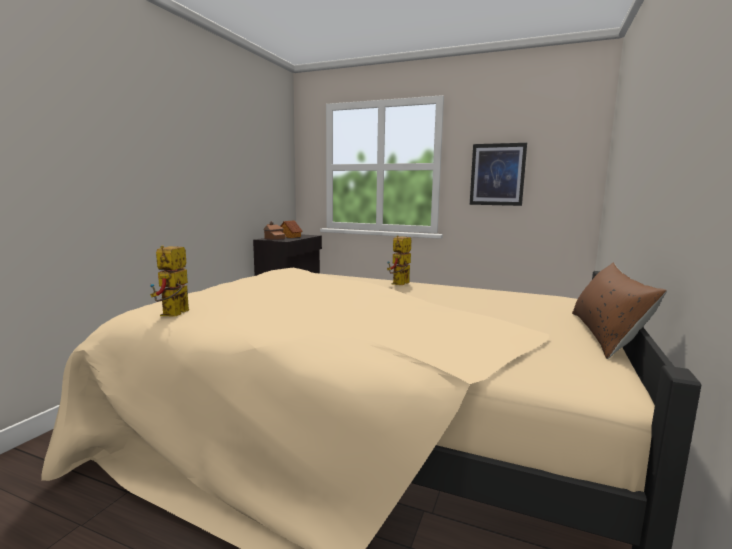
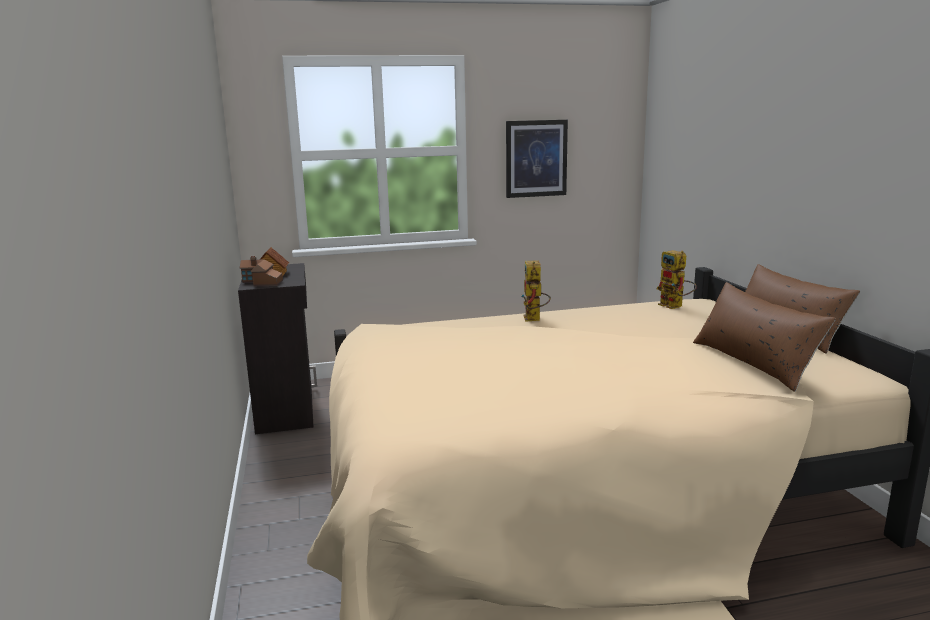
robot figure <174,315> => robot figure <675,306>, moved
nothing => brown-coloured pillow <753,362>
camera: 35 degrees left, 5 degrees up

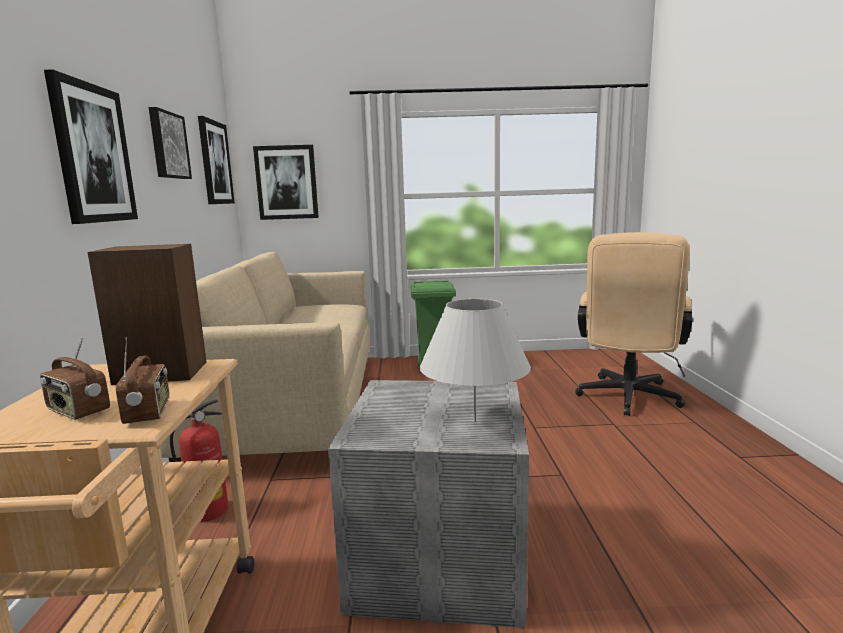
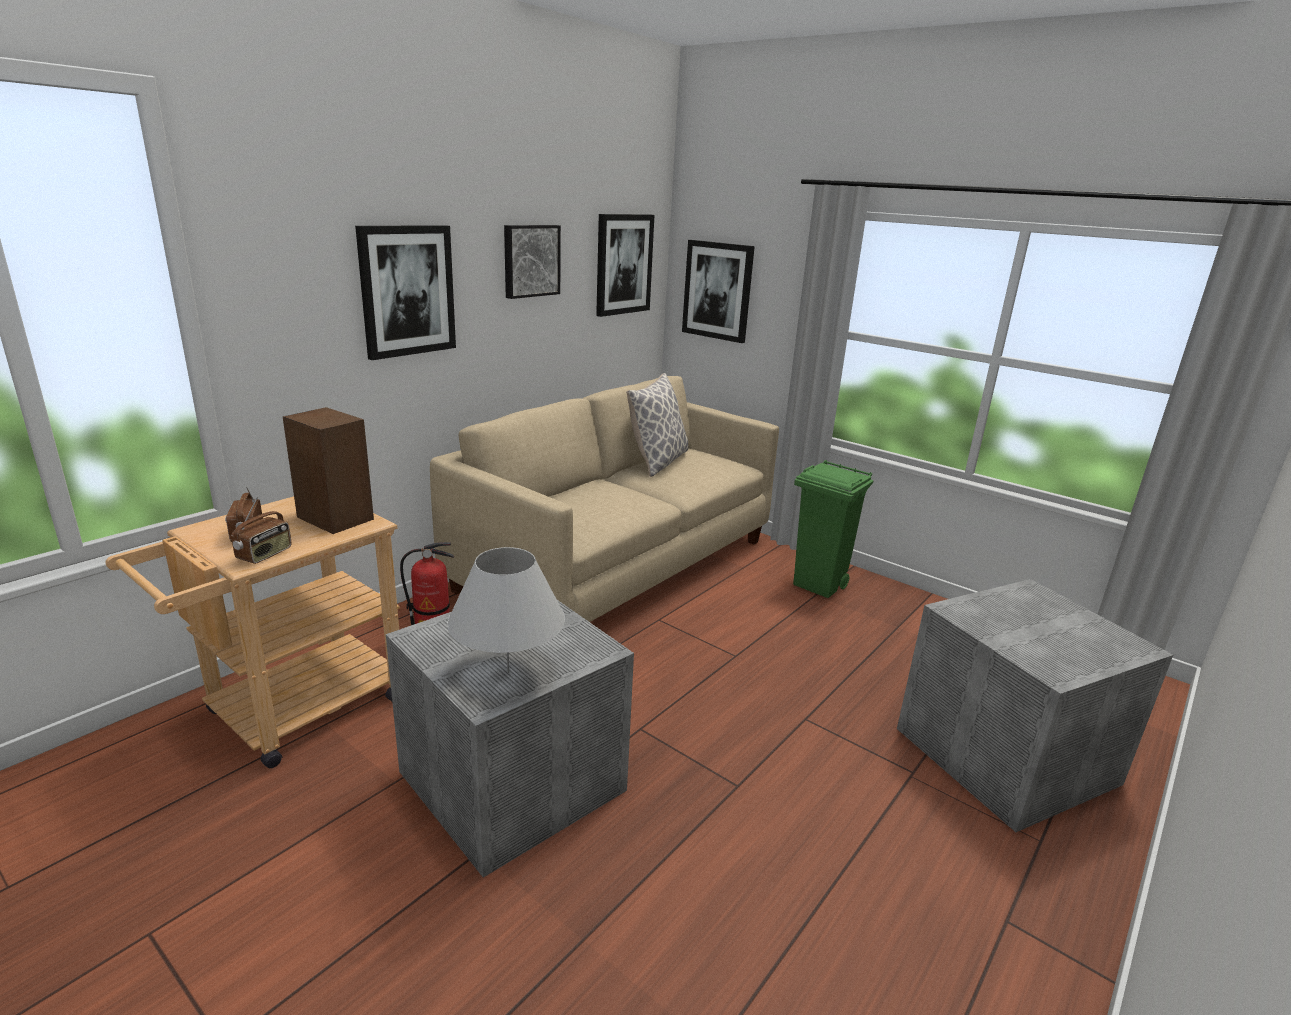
beige-coloured office chair <627,399> => greyish storage bin <1001,754>
nothing => pillow <657,462>
camera: 40 degrees right, 10 degrees up

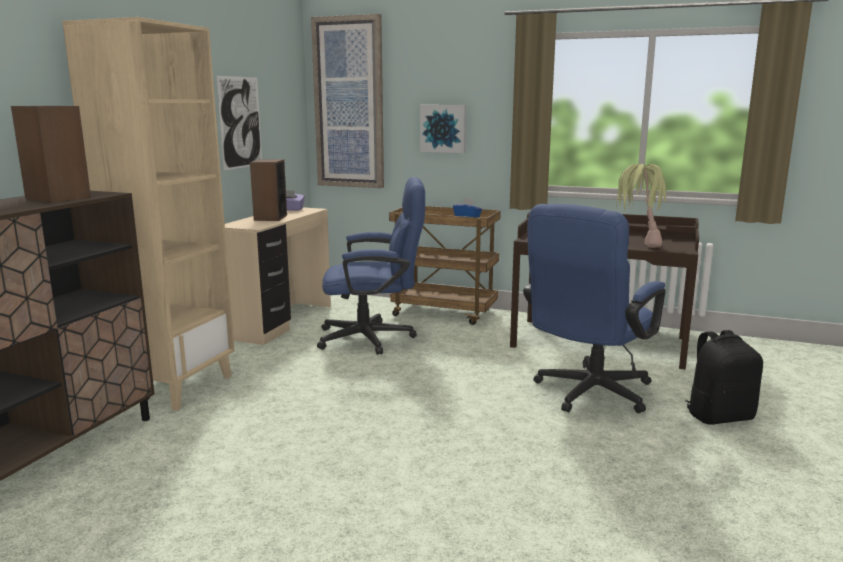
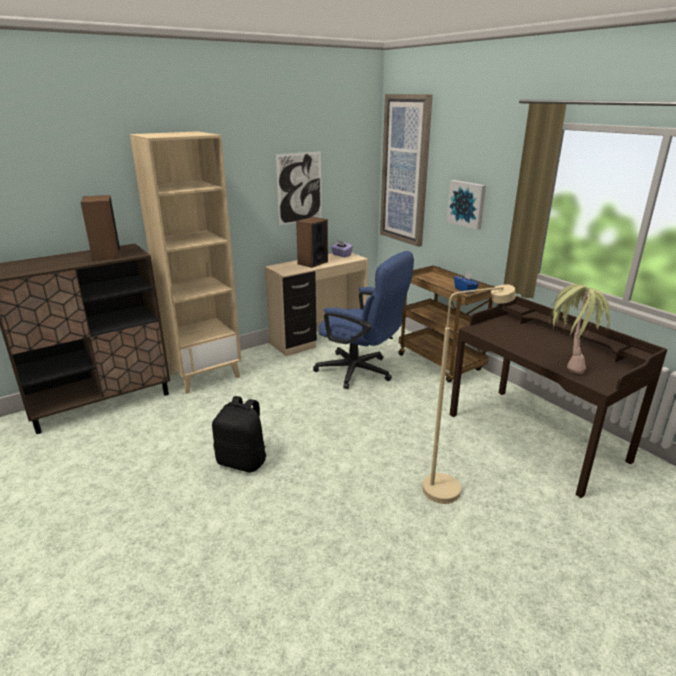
blue office chair <587,394> => beige-coloured floor lamp <450,487>
blackish rucksack <719,416> => blackish rucksack <243,461>, moved
camera: 35 degrees right, 10 degrees up

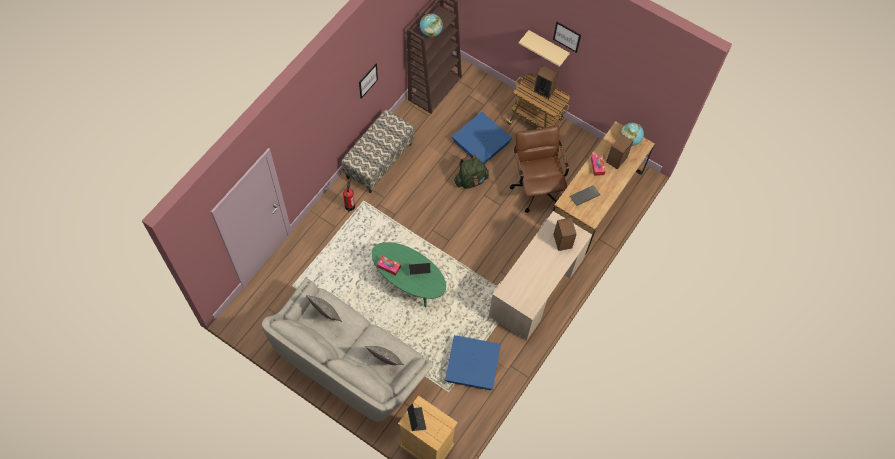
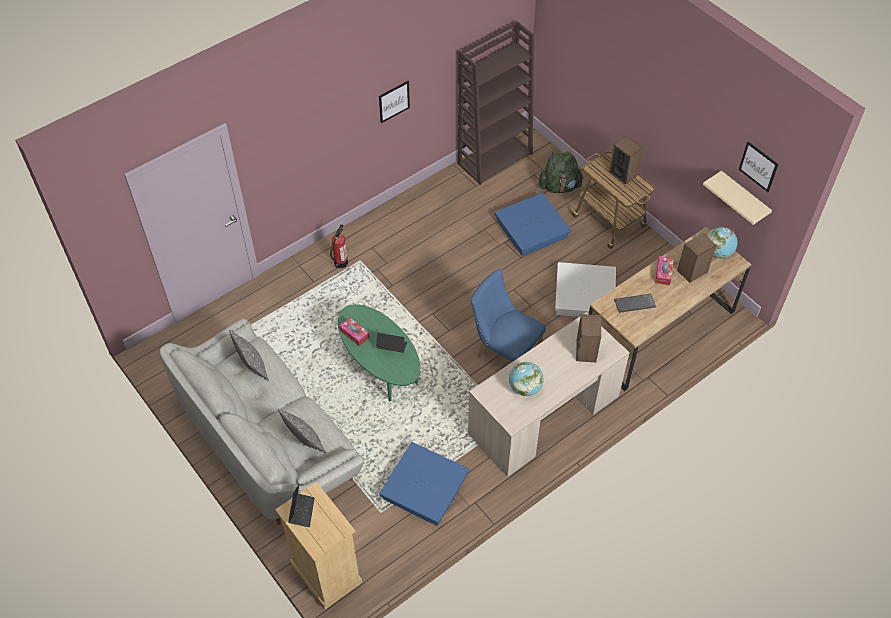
bench <379,160> => nothing
world globe <431,32> => world globe <525,388>, moved
green rucksack <471,180> => green rucksack <559,186>, moved
brown-coloured office chair <536,186> => white-coloured storage bin <585,295>
beige-coloured wall shelf <548,46> => beige-coloured wall shelf <743,198>, moved
picture <567,36> => picture <758,166>, moved
nothing => blue upright chair <504,352>
camera: 20 degrees right, 10 degrees down

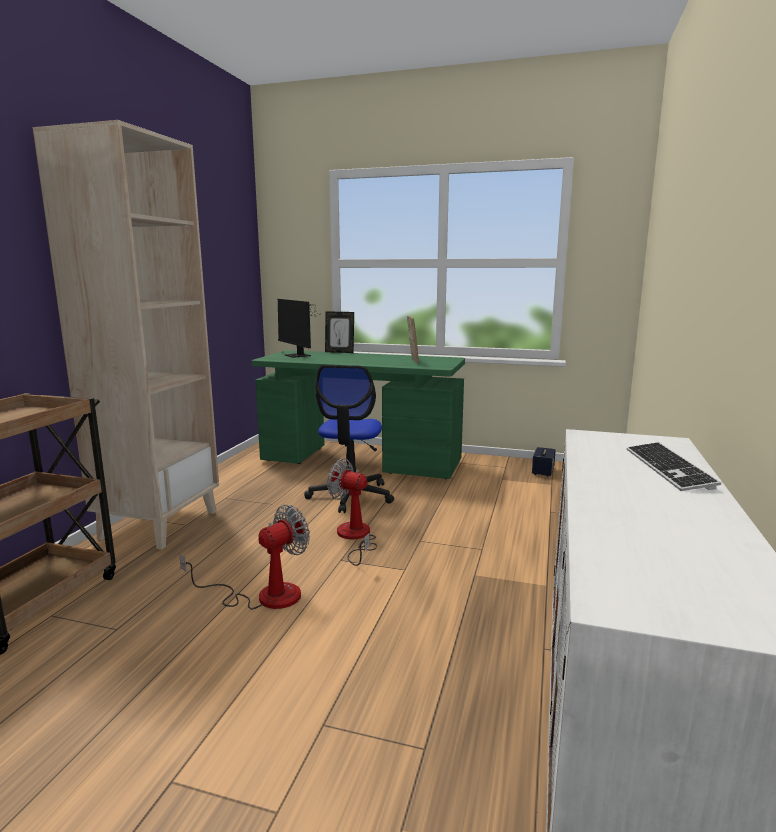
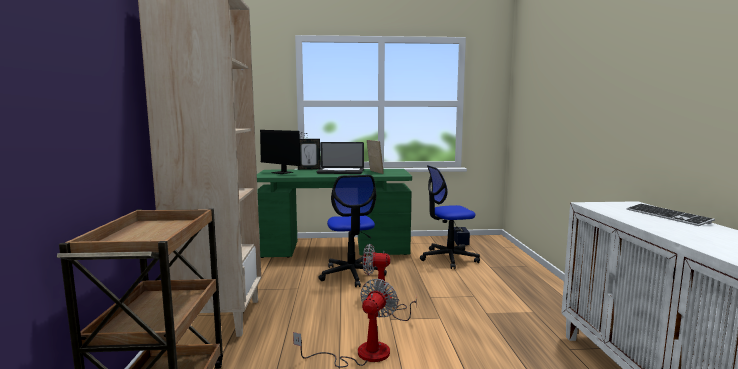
nothing => laptop <340,172>
nothing => office chair <448,258>
camera: 20 degrees left, 5 degrees down

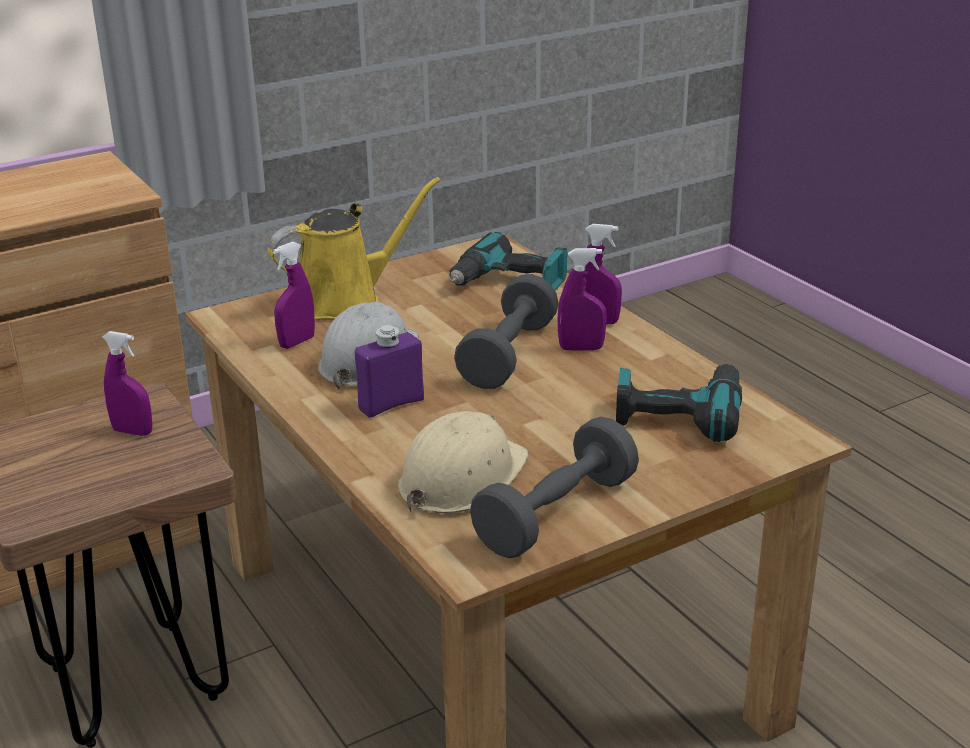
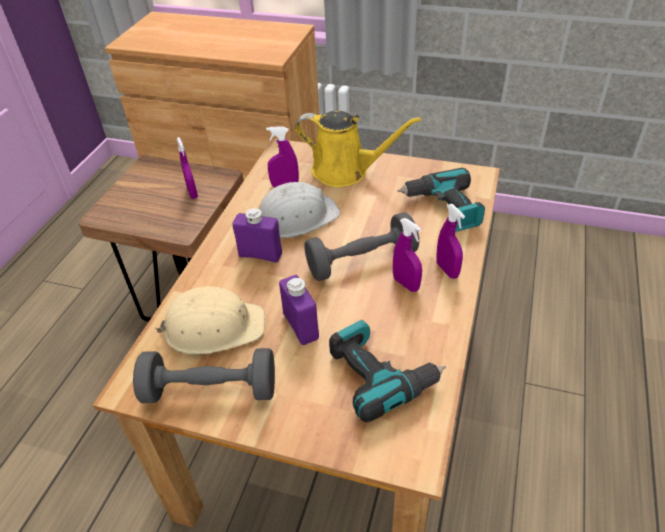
nothing => purple drink bottle <301,326>
camera: 50 degrees right, 15 degrees up

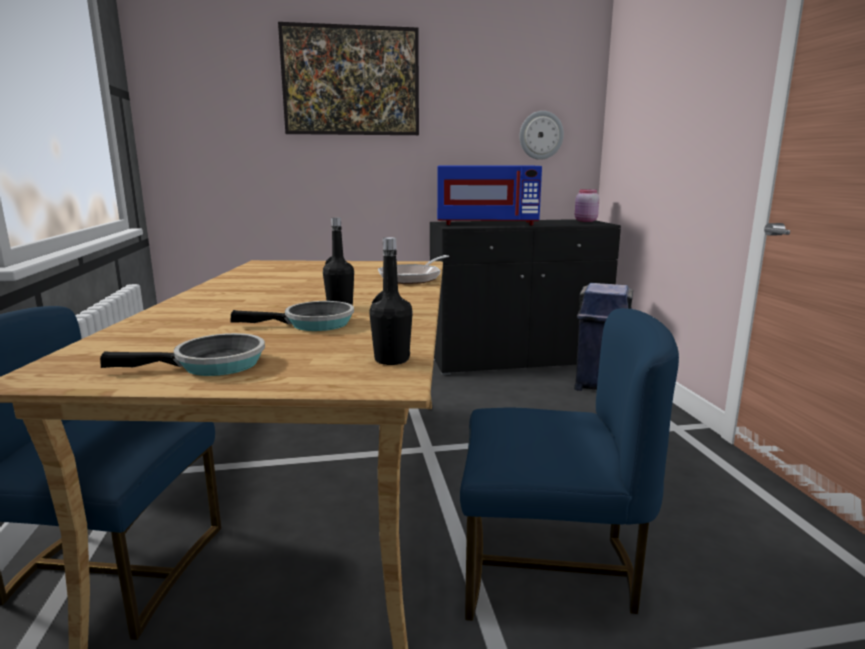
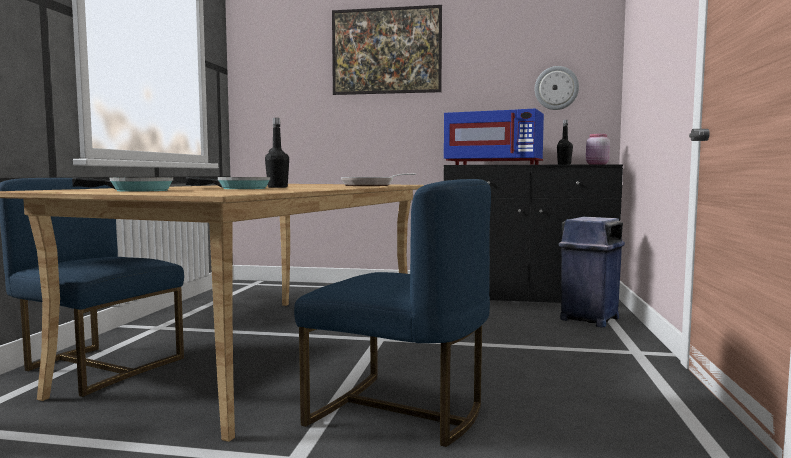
blackish drink bottle <391,360> => blackish drink bottle <564,165>, moved
camera: 20 degrees right, 10 degrees down

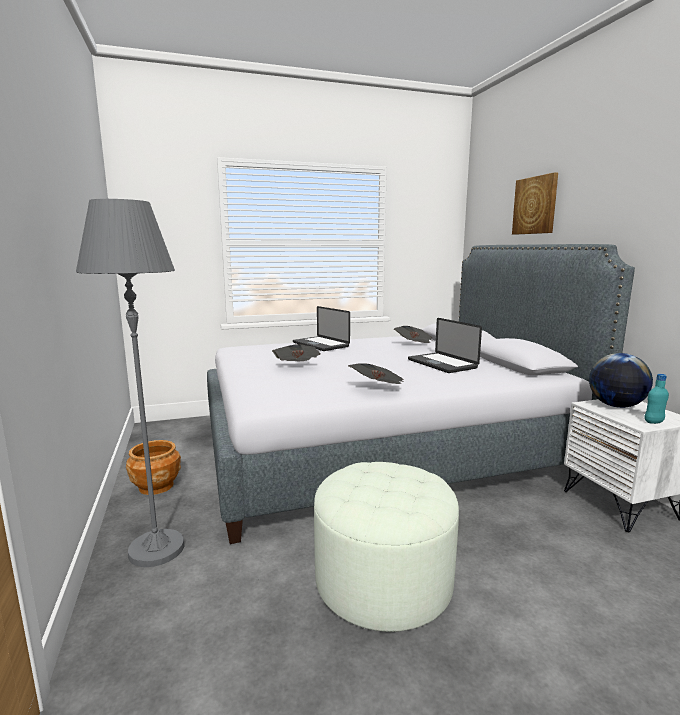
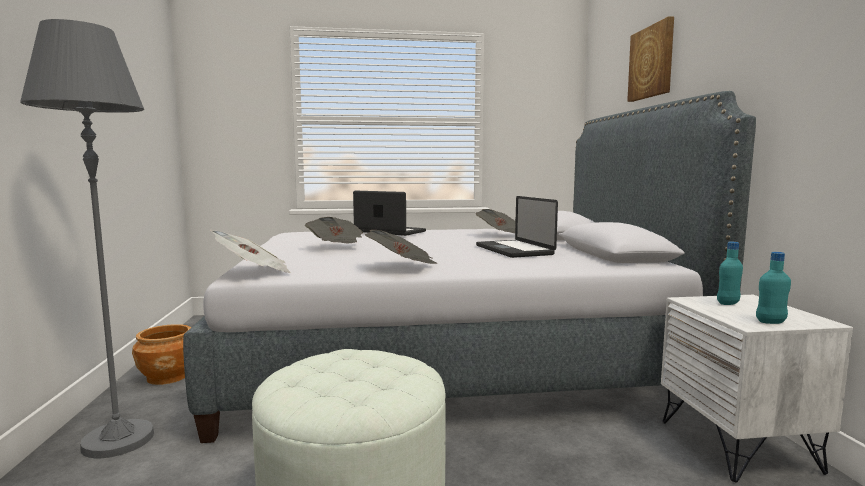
laptop <320,344> => laptop <390,231>, 150 degrees clockwise
world globe <616,406> => blue-green drink bottle <728,303>
nothing => daily paper <254,272>
camera: 10 degrees right, 5 degrees down

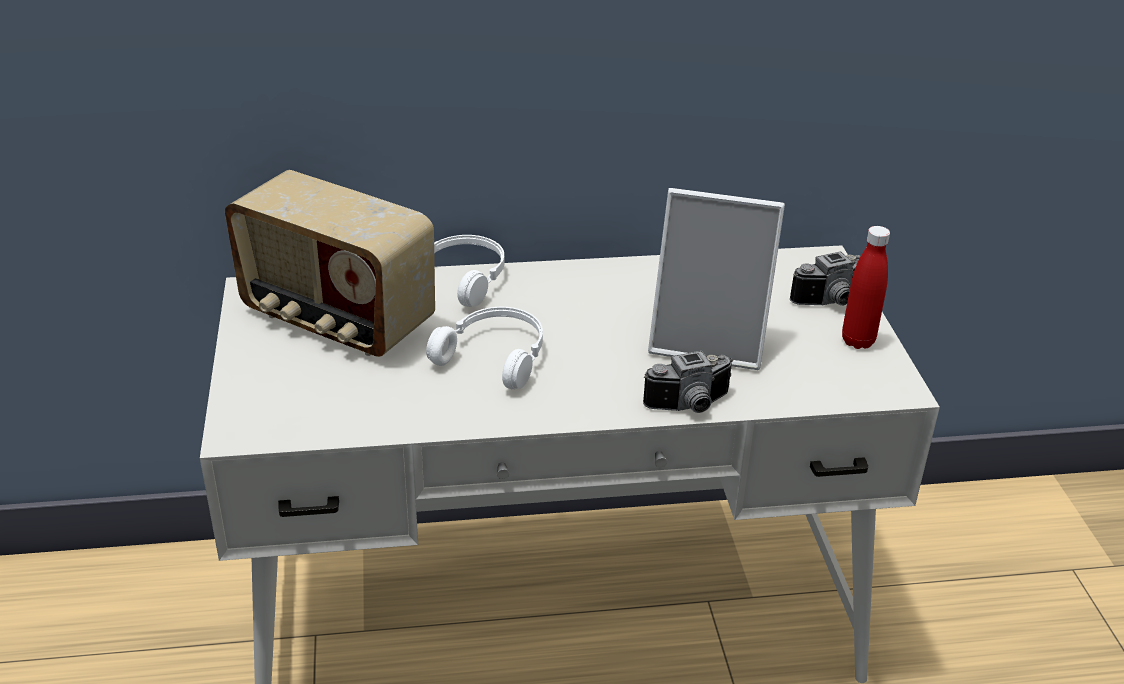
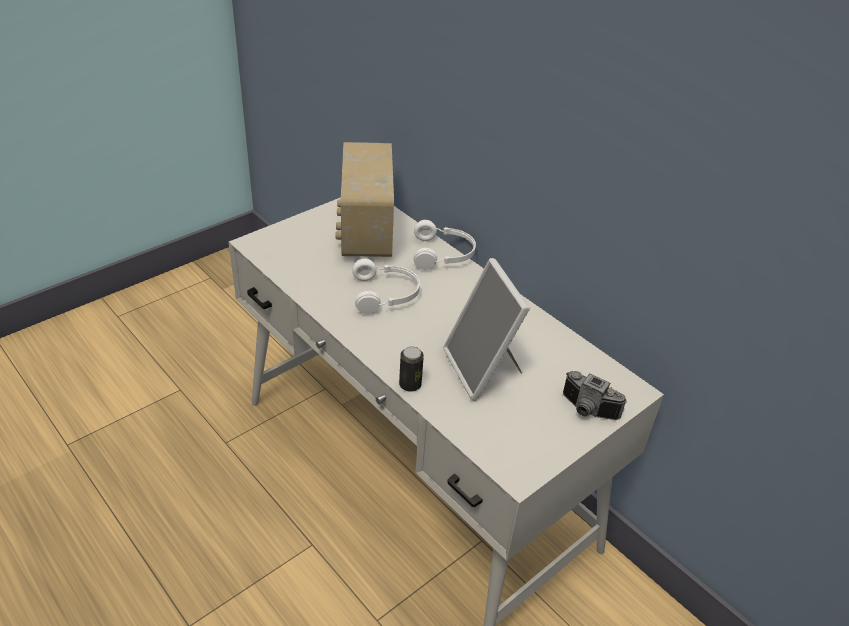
photo camera <691,406> => can <410,384>
red drink bottle <857,341> => nothing
camera: 55 degrees right, 5 degrees up

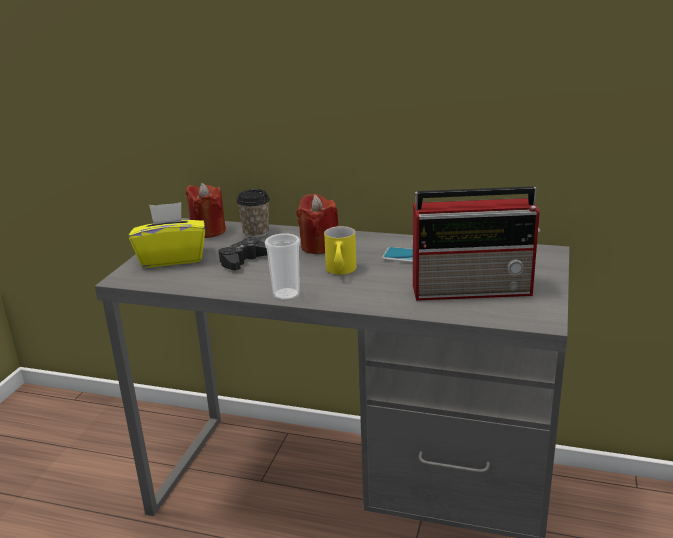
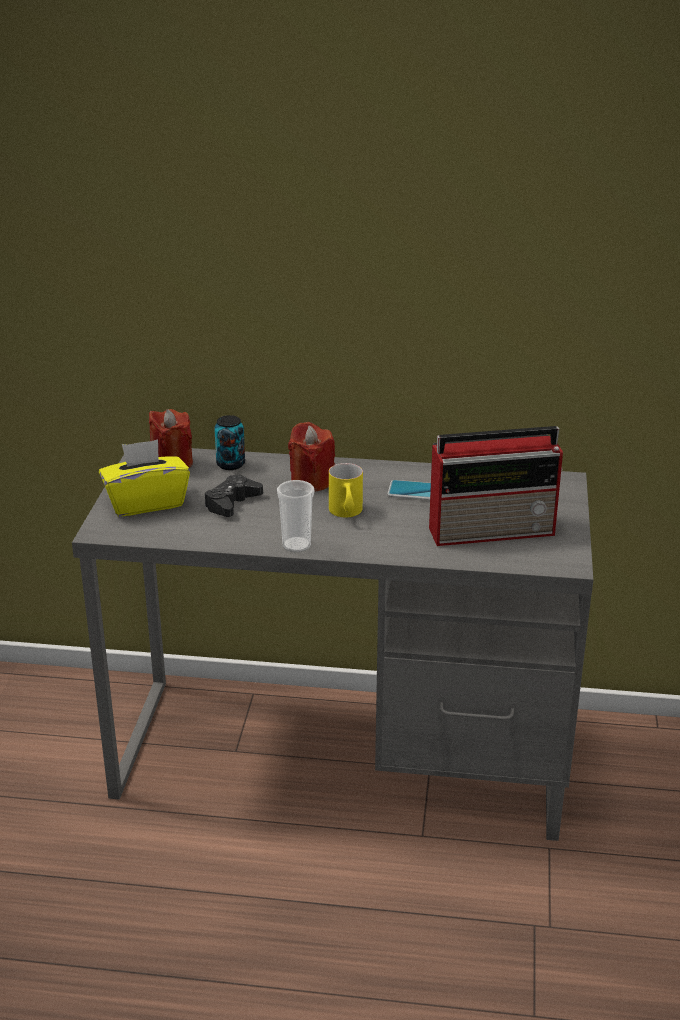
cup <256,233> => can <230,464>
camera: 10 degrees left, 5 degrees up

